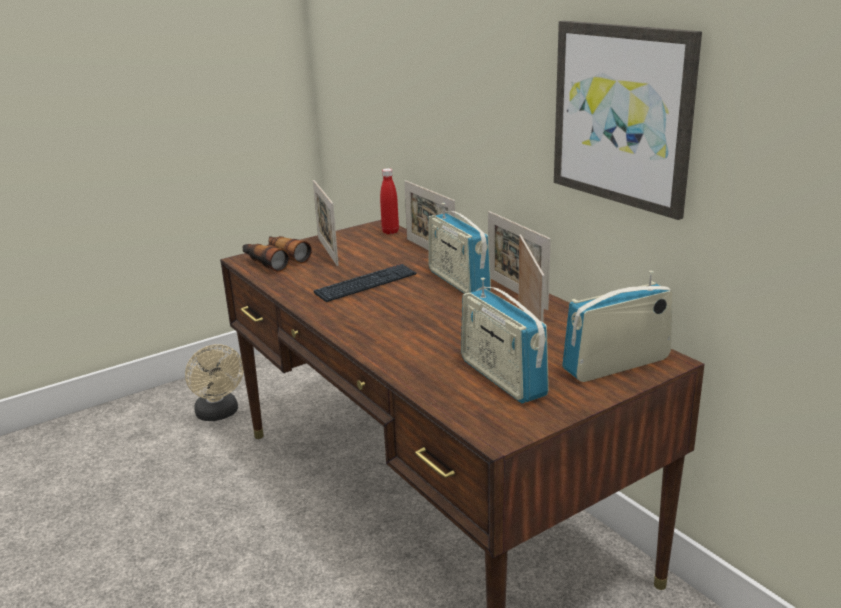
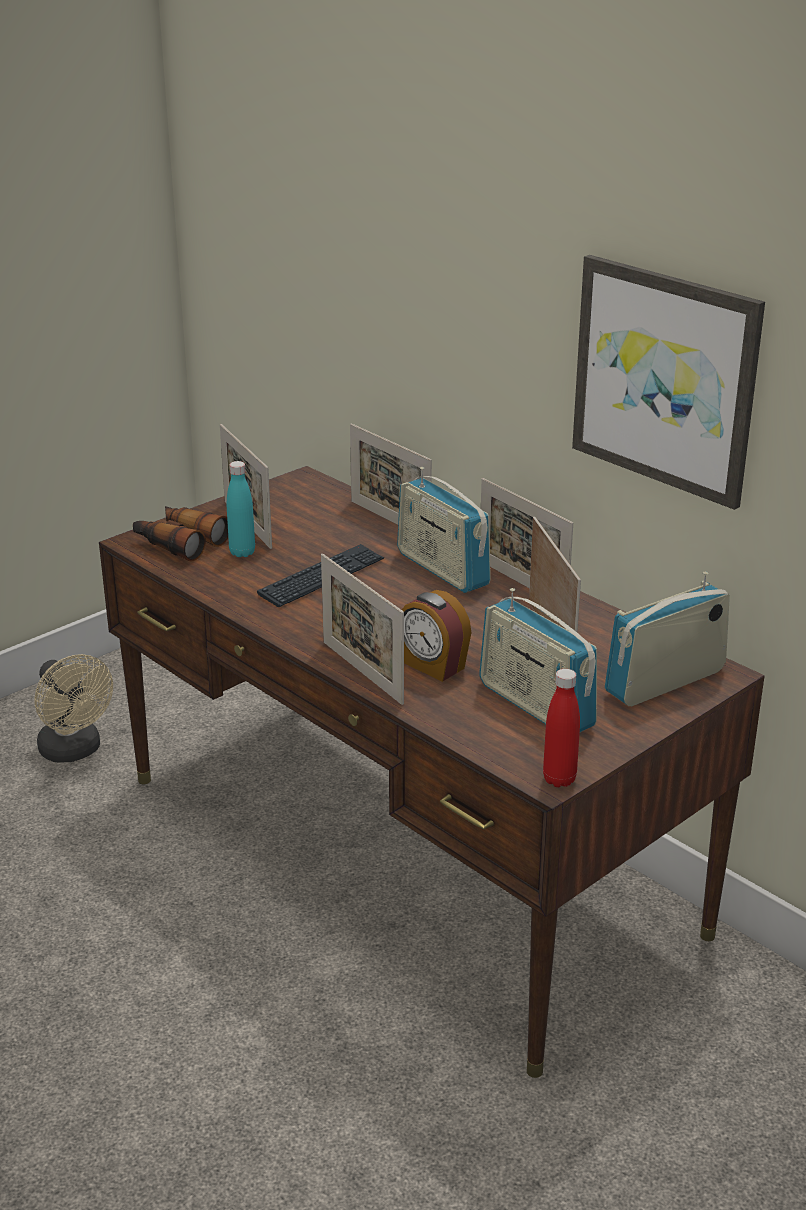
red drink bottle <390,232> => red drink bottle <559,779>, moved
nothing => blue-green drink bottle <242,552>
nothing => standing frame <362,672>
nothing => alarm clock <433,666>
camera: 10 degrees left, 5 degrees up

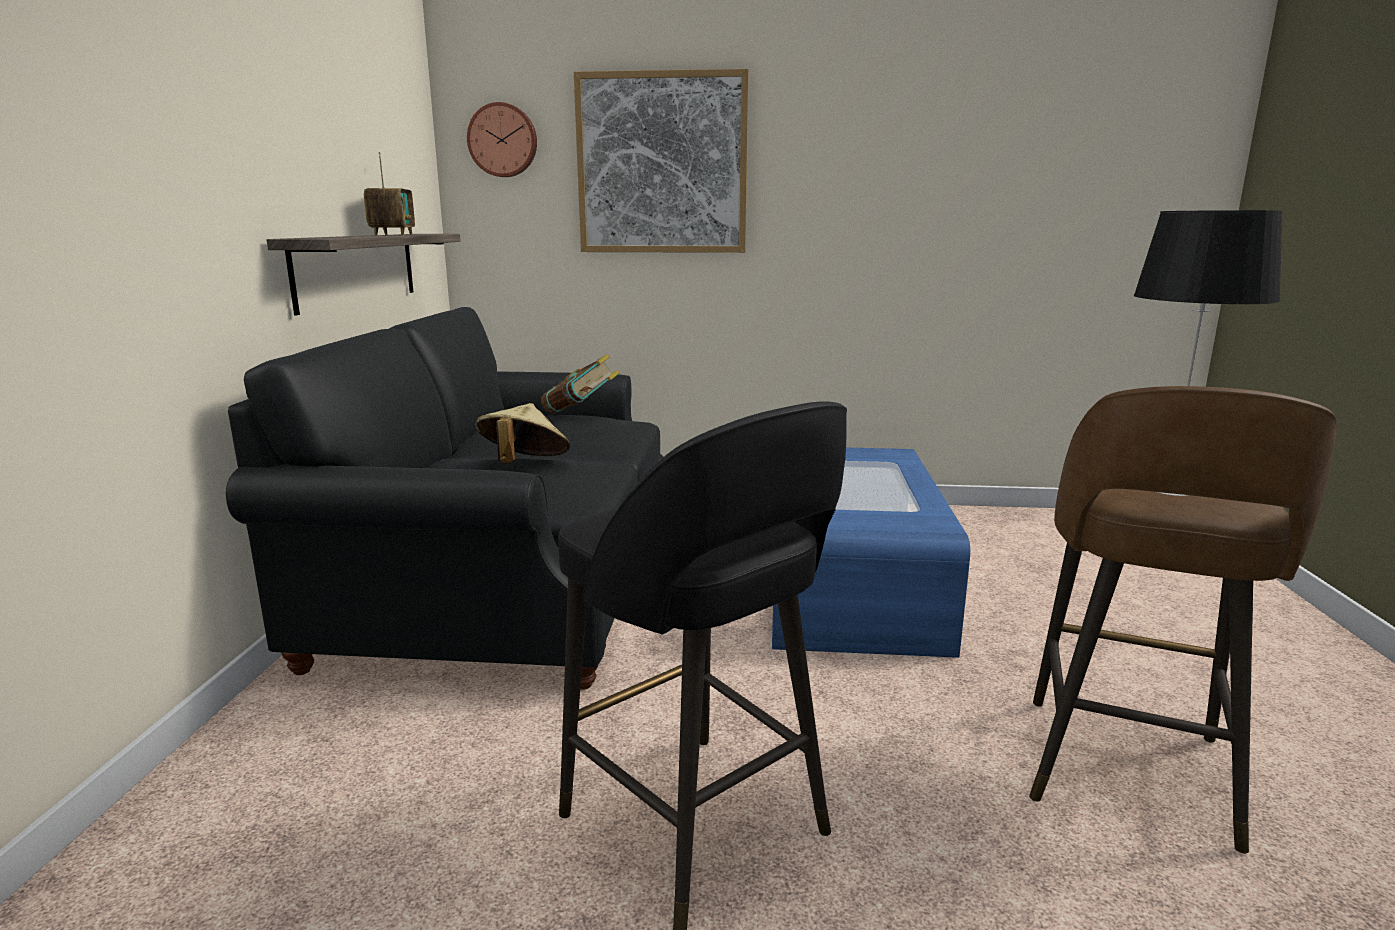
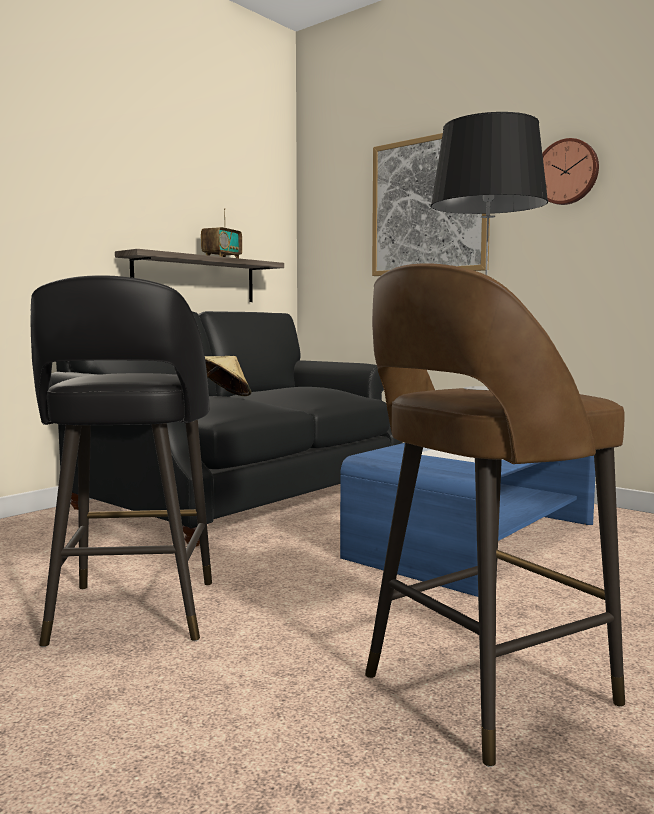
hanging clock <503,140> => hanging clock <567,172>, moved
volume <581,413> => nothing
camera: 35 degrees right, 10 degrees down

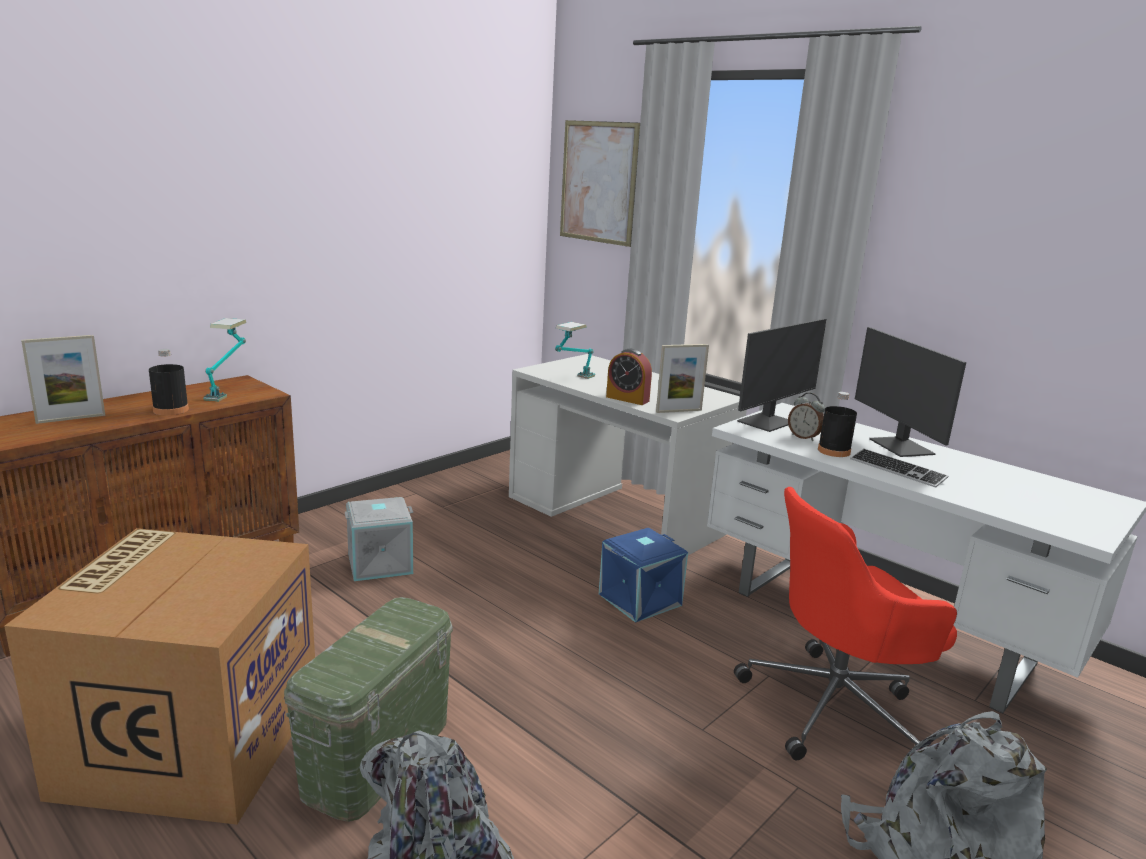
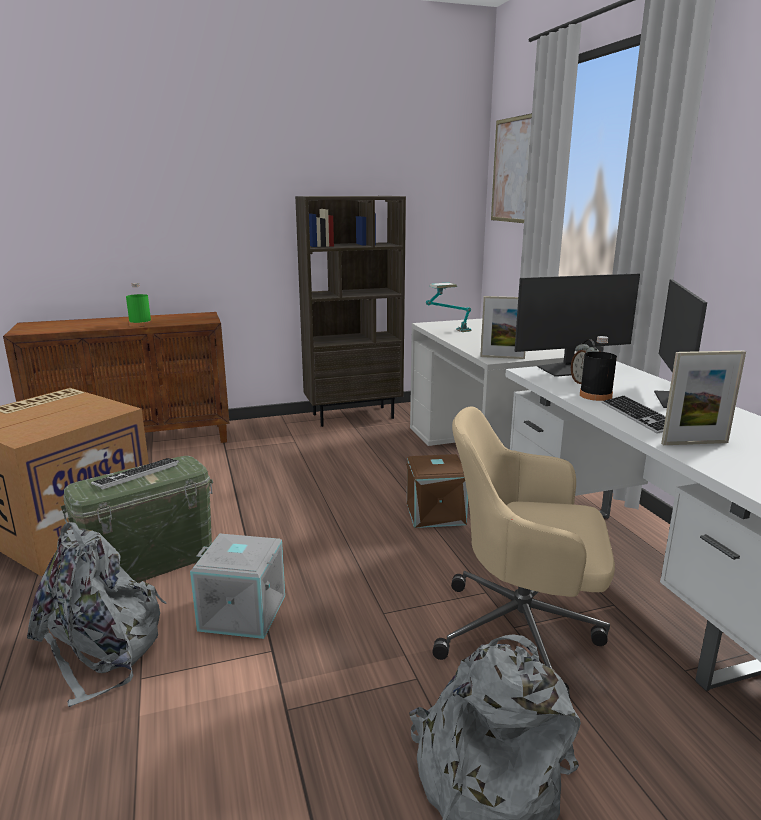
standing frame <71,419> => standing frame <694,443>, moved
blackish drink bottle <171,410> => green drink bottle <140,324>
table lamp <228,391> => nothing
greyish storage bin <380,563> => greyish storage bin <244,612>, moved
blue storage bin <640,600> => brown-coloured storage bin <435,514>
alarm clock <627,399> => nothing
red office chair <836,707> => beige-coloured office chair <522,632>
nothing => computer keyboard <136,474>
nothing => brown-coloured bookshelf <353,416>
camera: 30 degrees right, 0 degrees up

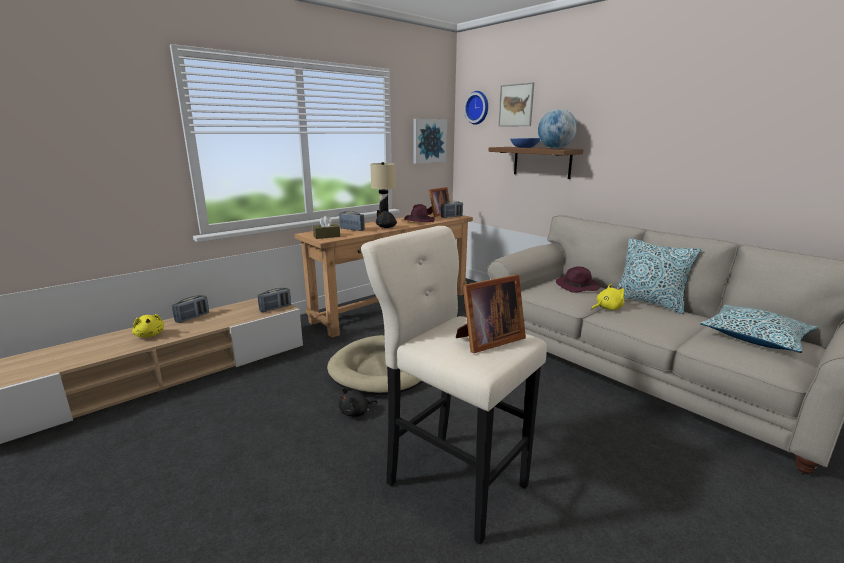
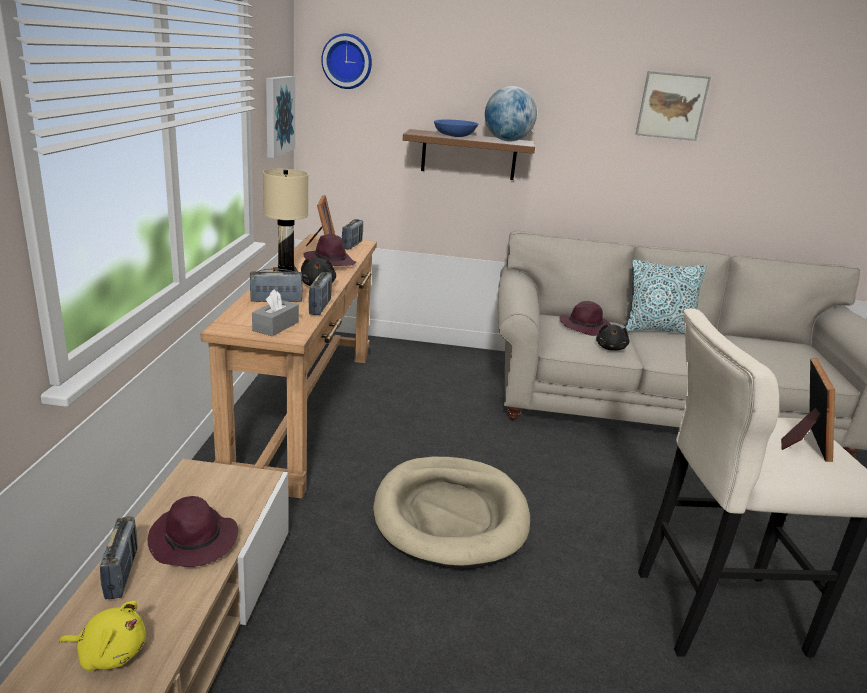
radio receiver <275,308> => radio receiver <320,307>, moved
brown-coloured box of tissues <326,236> => greyish box of tissues <276,326>
blackish soft toy <356,412> => blackish soft toy <611,348>, moved
picture <516,105> => picture <672,106>, moved
yellow soft toy <607,308> => nothing
pillow <755,337> => nothing
nothing => purple clothing hat <194,541>
camera: 45 degrees left, 5 degrees up

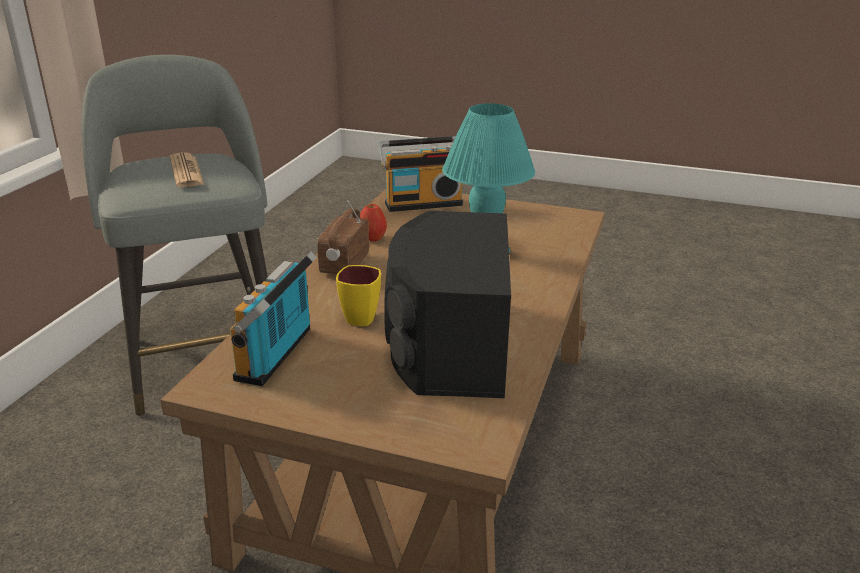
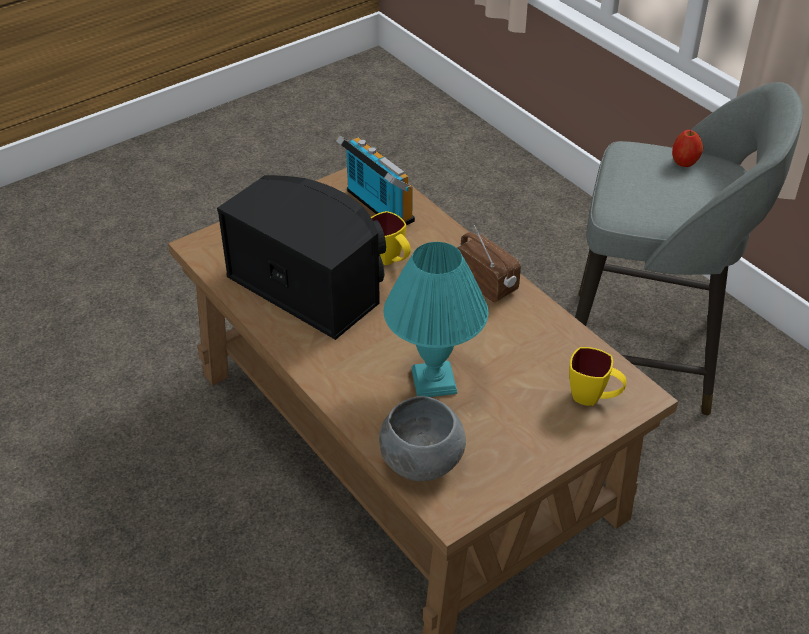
daily paper <186,171> => nothing
apple fruit <372,238> => apple fruit <684,162>, moved
radio receiver <423,203> => yellow mug <593,398>
nothing => greyish serving bowl <420,462>
camera: 125 degrees right, 15 degrees up

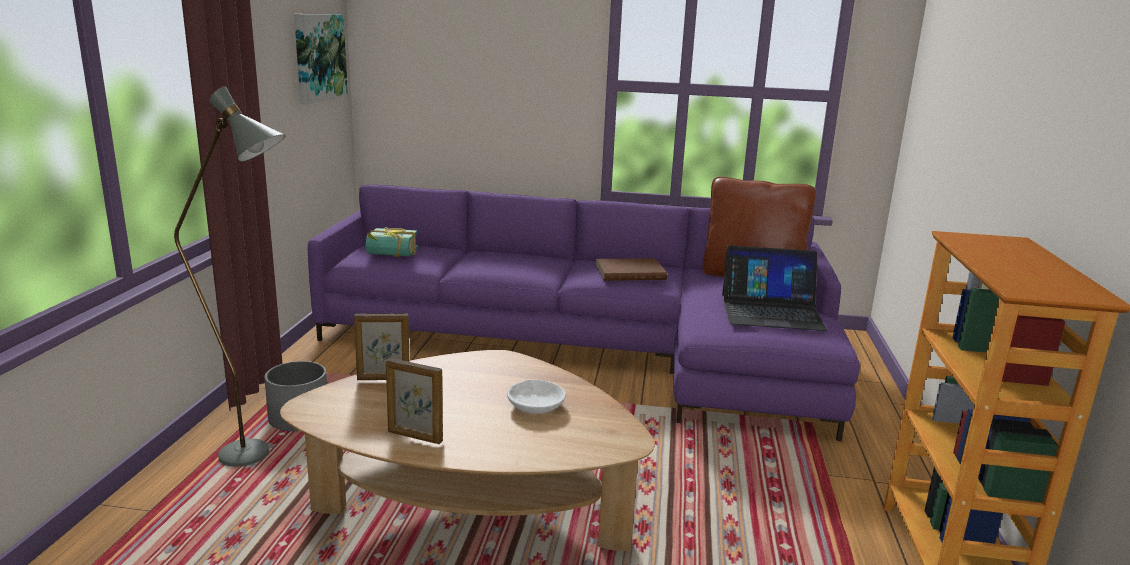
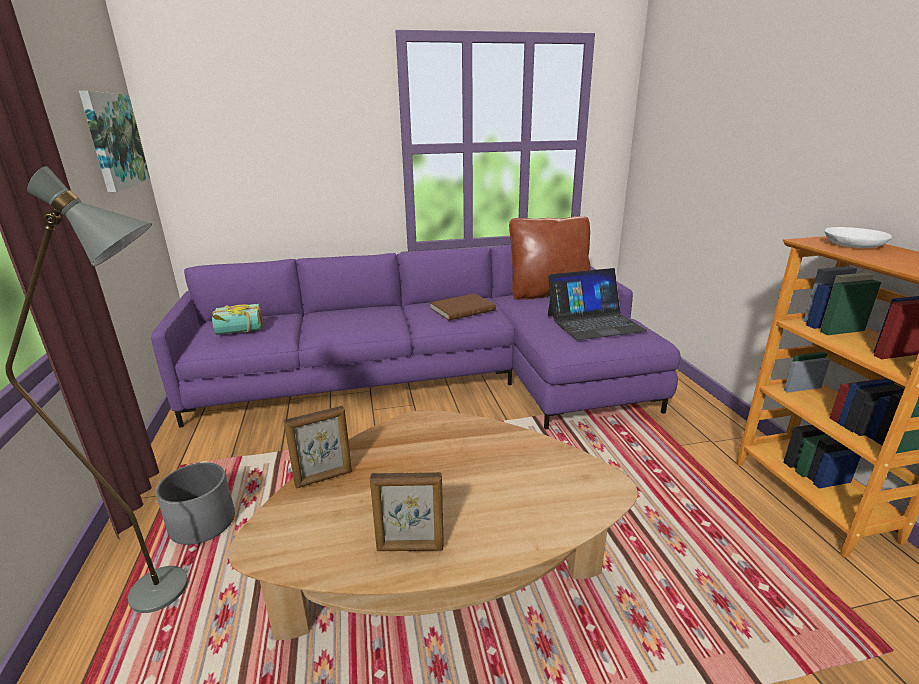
white-coloured serving bowl <535,405> => white-coloured serving bowl <852,245>, moved
camera: 20 degrees left, 5 degrees up

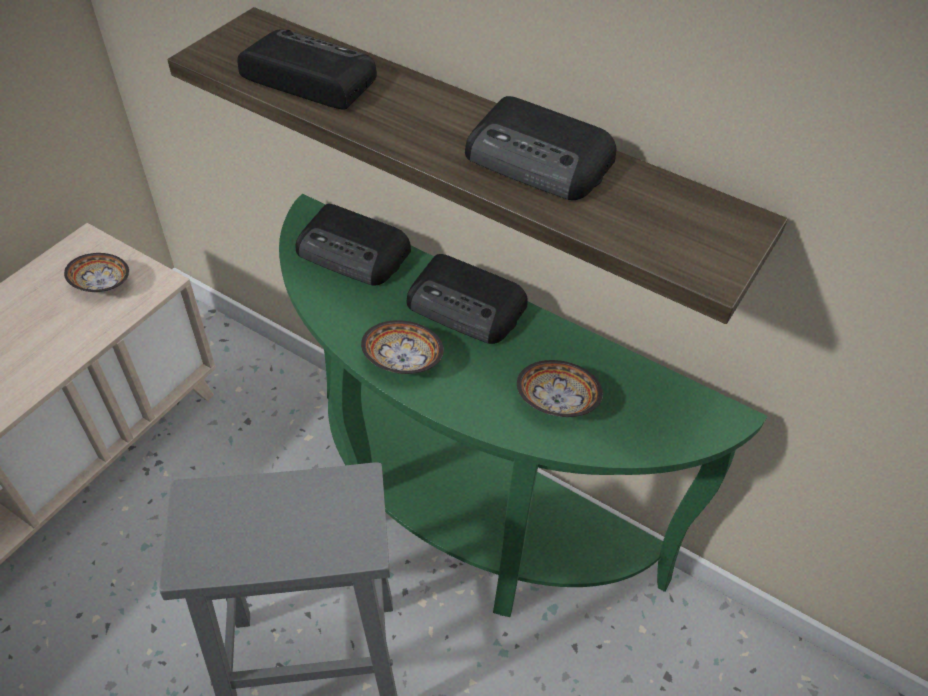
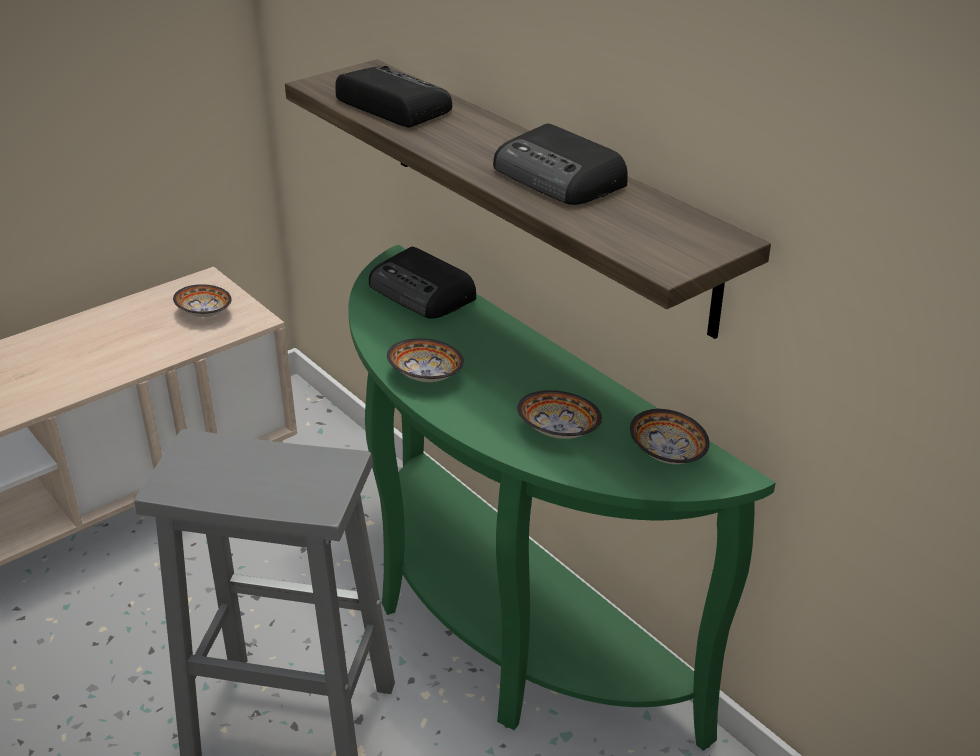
radio receiver <467,307> => nothing
nothing => serving bowl <667,453>
camera: 20 degrees right, 15 degrees down

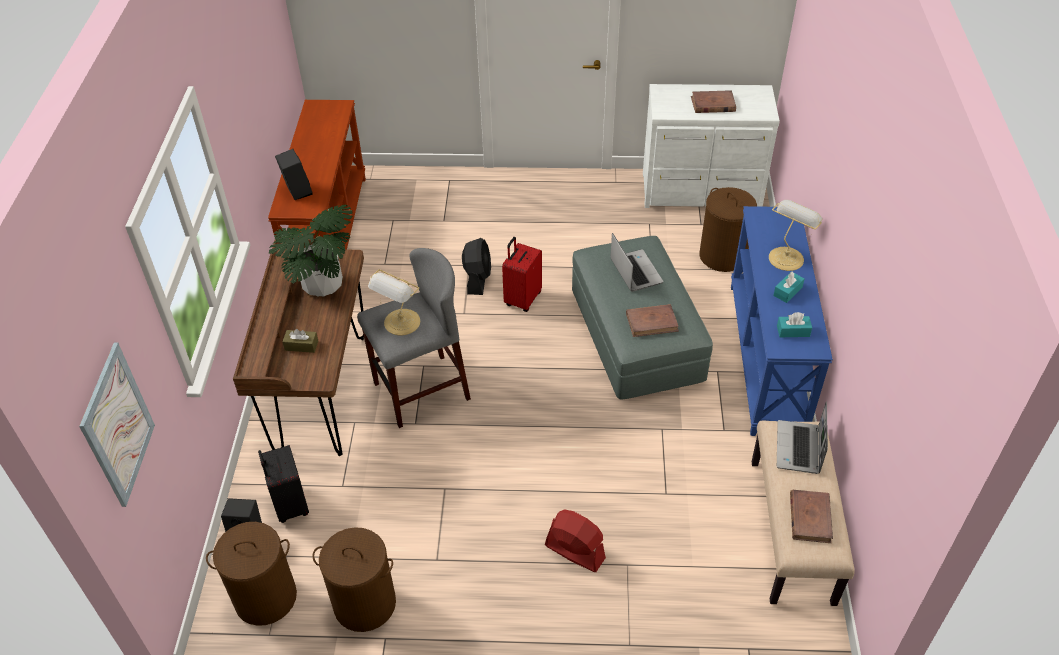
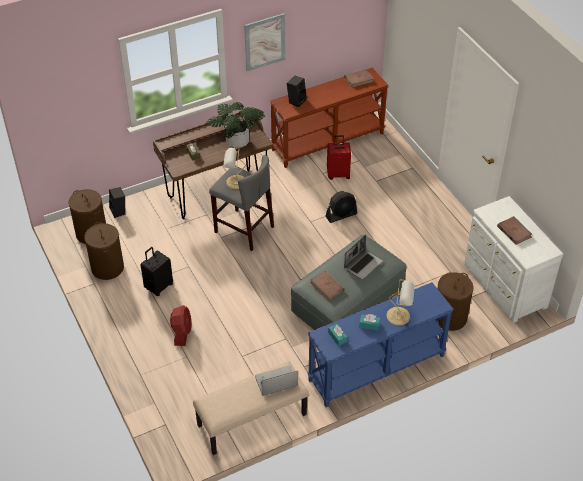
picture <117,425> => picture <264,42>, moved
blackish suitcase <289,505> => blackish suitcase <158,286>, moved
red suitcase <522,299> => red suitcase <338,174>, moved
brown-coloured volume <810,517> => brown-coloured volume <358,79>, moved
camera: 60 degrees right, 0 degrees up

